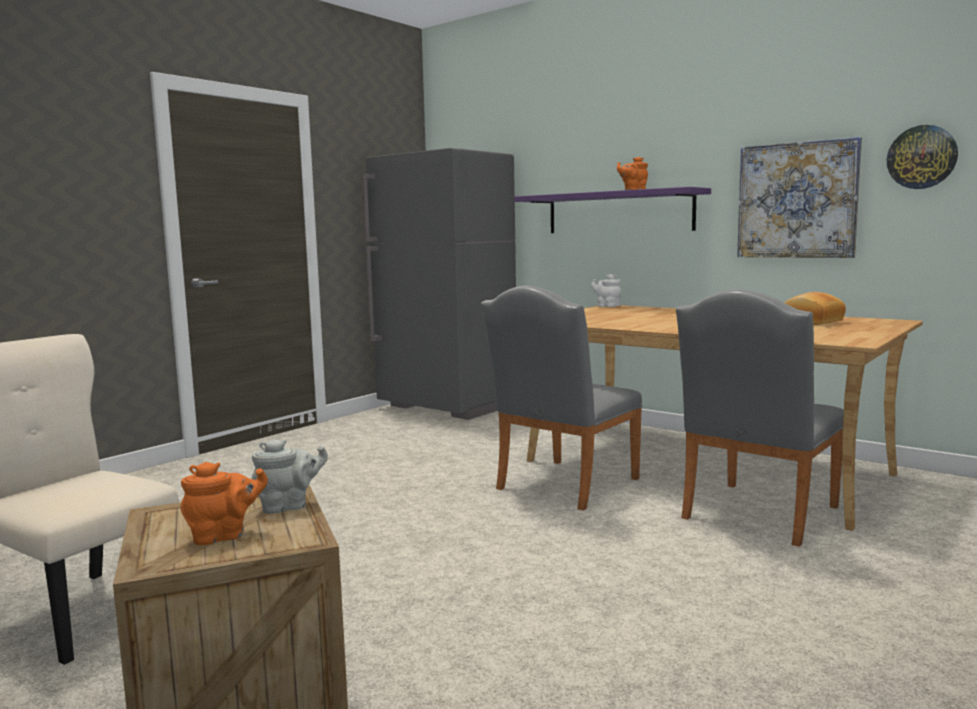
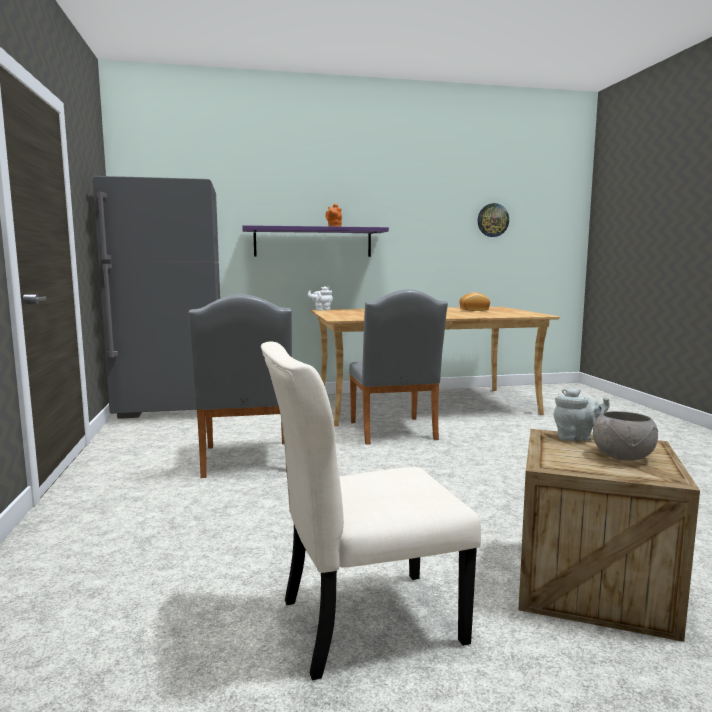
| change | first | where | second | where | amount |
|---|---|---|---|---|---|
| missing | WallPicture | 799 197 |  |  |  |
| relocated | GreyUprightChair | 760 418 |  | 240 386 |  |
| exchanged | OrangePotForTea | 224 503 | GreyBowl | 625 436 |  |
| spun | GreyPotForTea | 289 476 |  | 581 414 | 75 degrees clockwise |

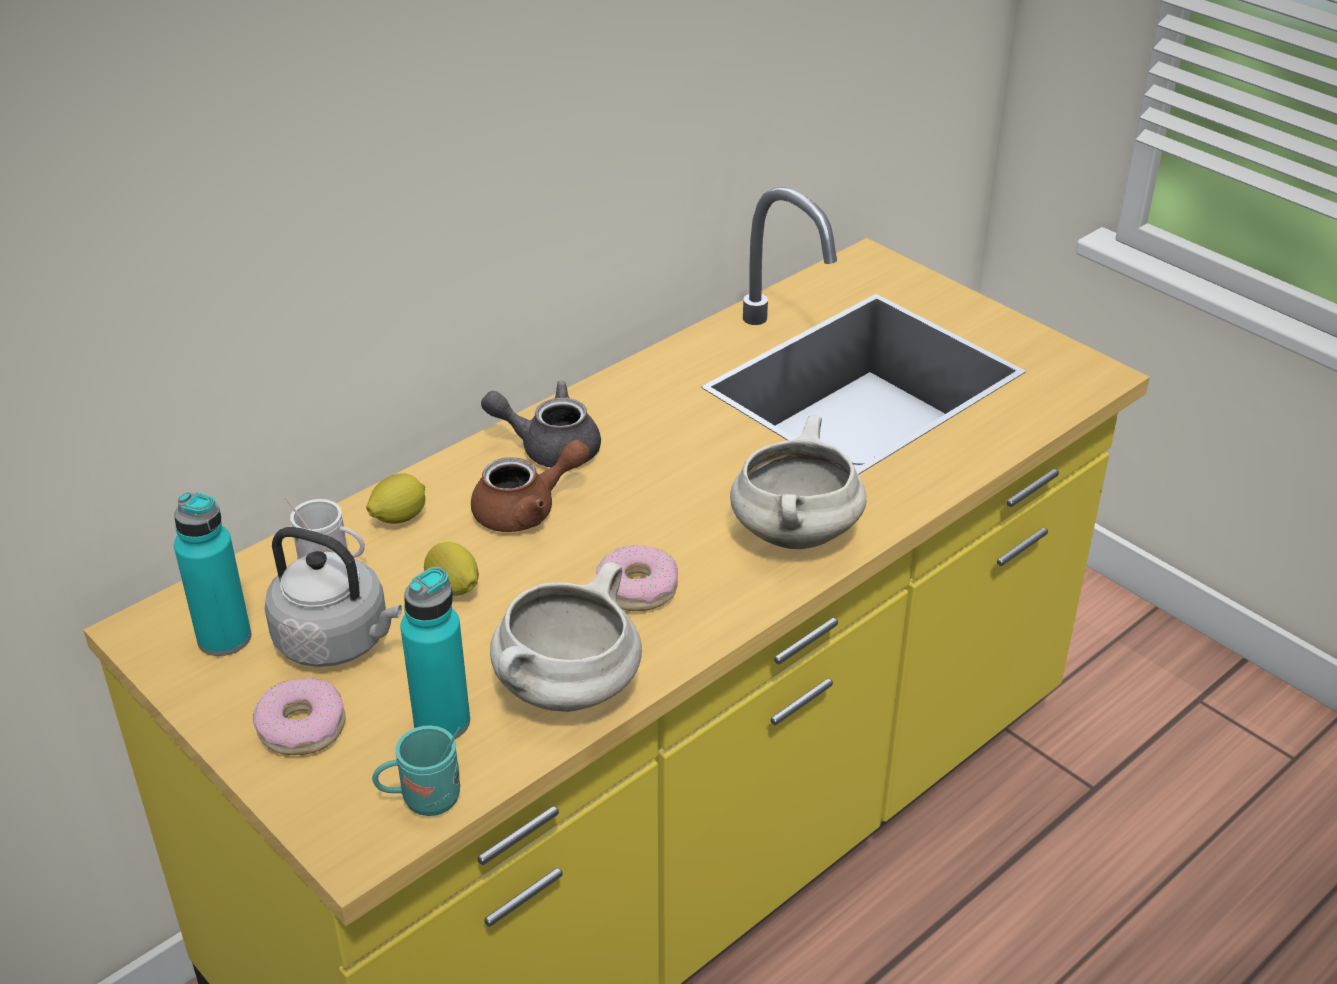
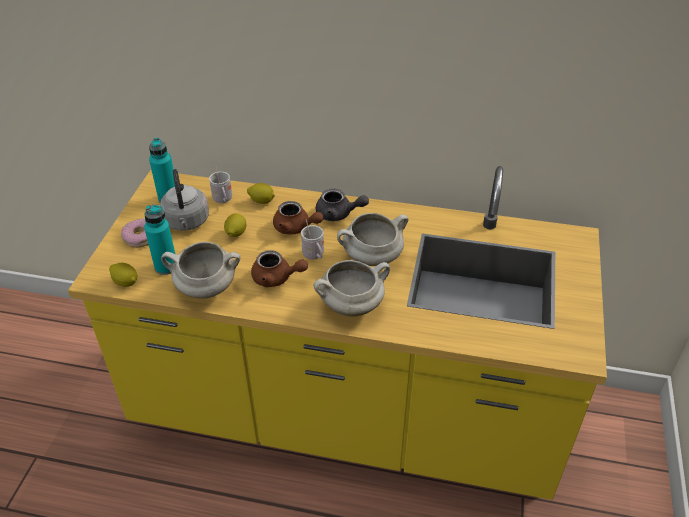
| change | first | where | second | where | amount |
|---|---|---|---|---|---|
| appeared |  |  | WhiteColouredCoffeeMug | 312 239 |  |
| appeared |  |  | WhiteColouredSaucepot | 372 239 |  |
| exchanged | TurquoiseColouredCoffeeMug | 416 770 | CitrusFruit | 123 275 |  |
| exchanged | RingDoughnut | 637 578 | BrownColouredPotForTea | 279 268 |  |
| spun | GreyPotForTea | 541 424 |  | 342 204 | 135 degrees clockwise |

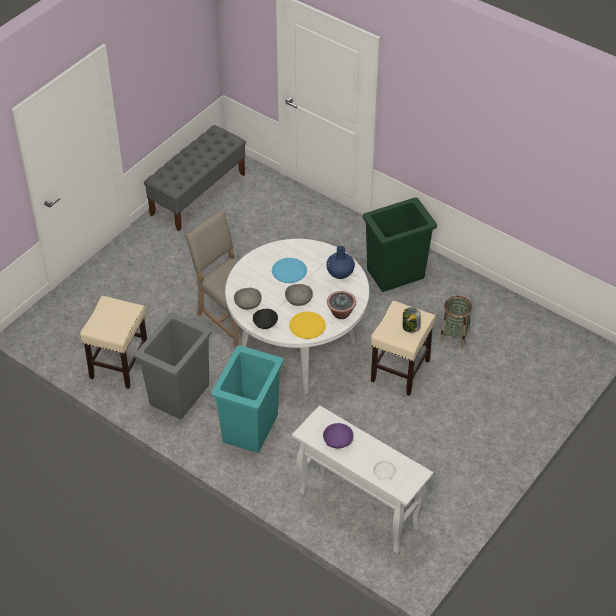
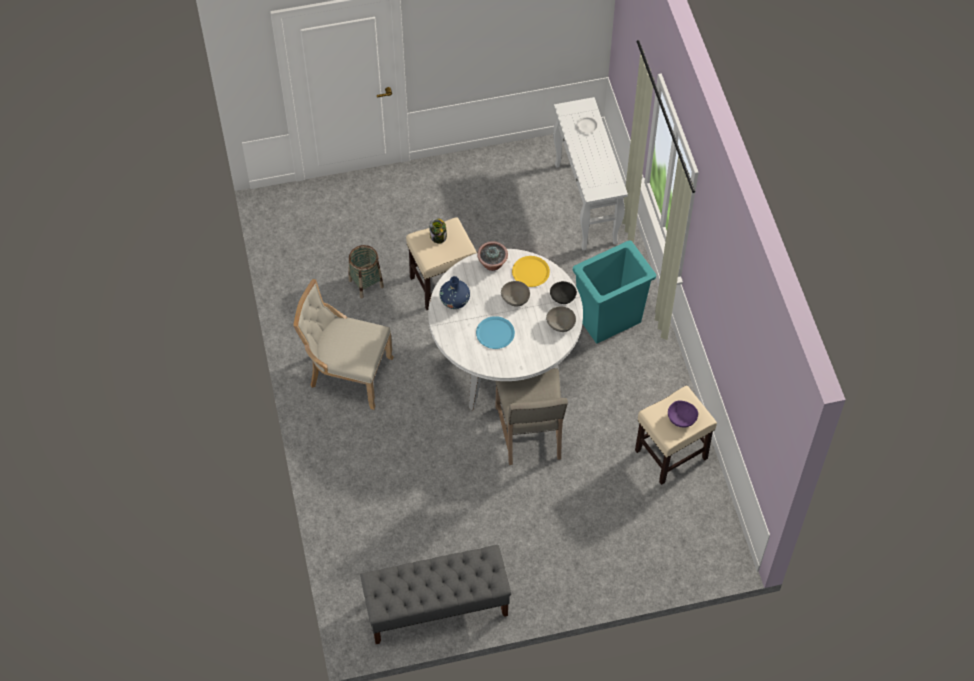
| change | first | where | second | where | amount |
|---|---|---|---|---|---|
| missing | GreyWasteBin | 173 366 |  |  |  |
| relocated | PurplishBowl | 338 435 |  | 683 413 |  |
| exchanged | GreenishWasteBin | 400 244 | SandColouredUprightChair | 343 344 |  |

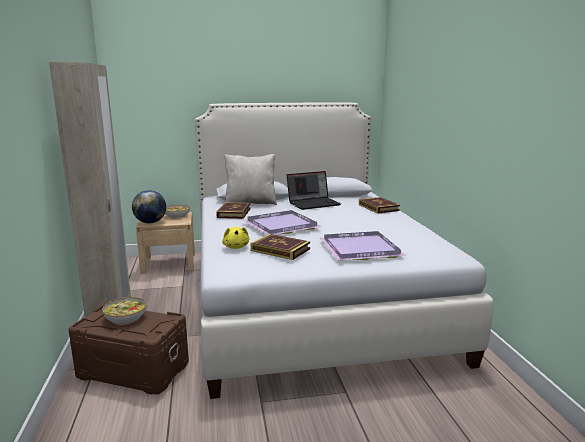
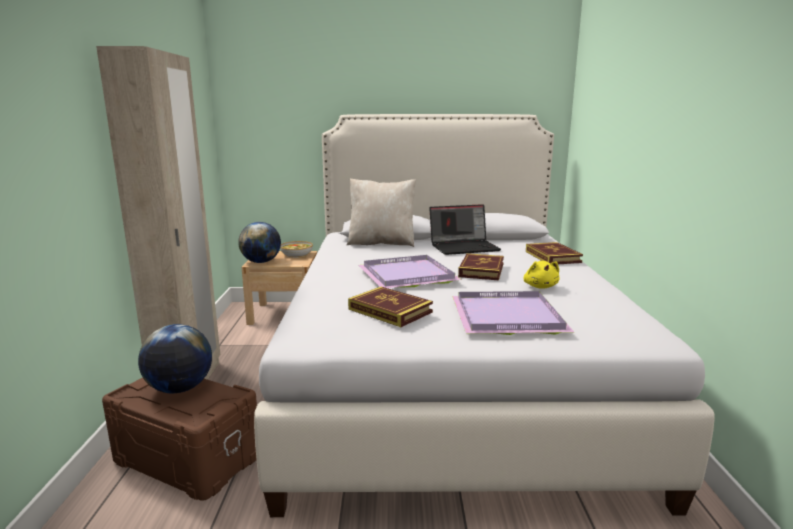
| change | first | where | second | where | amount |
|---|---|---|---|---|---|
| relocated | BoundBook | 233 210 |  | 481 266 |  |
| relocated | YellowColouredCuddlyToy | 235 238 |  | 541 275 |  |
| exchanged | Bowl | 124 311 | DeskGlobe | 175 358 |  |

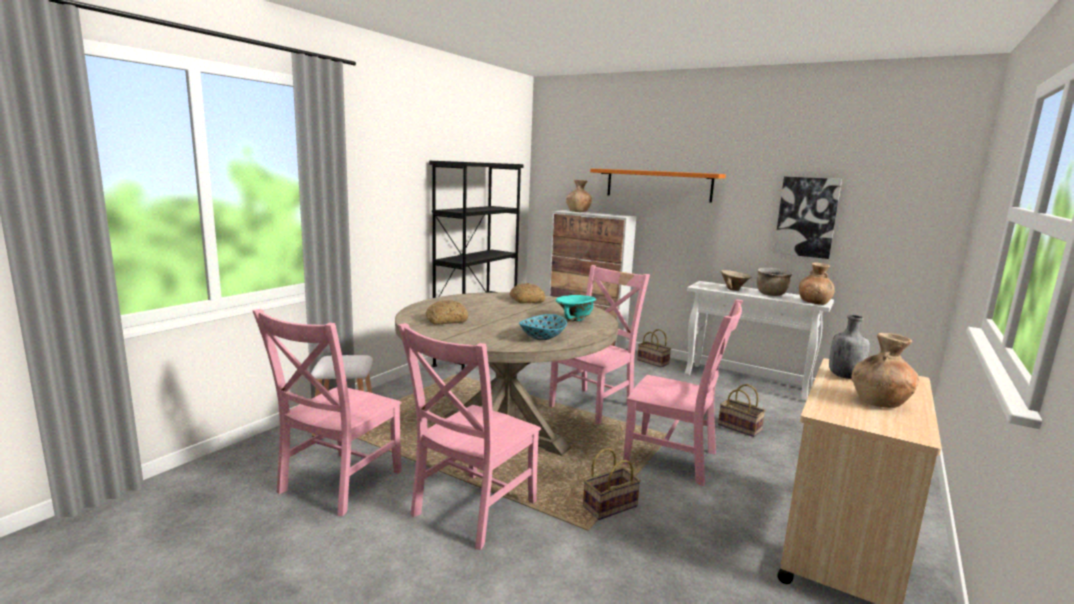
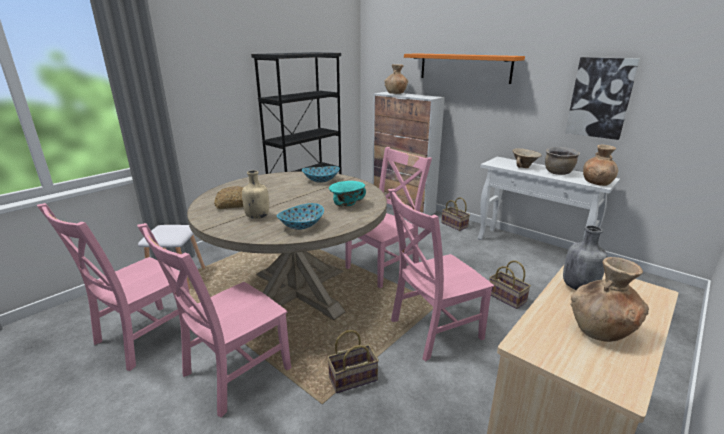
| change | first | where | second | where | amount |
|---|---|---|---|---|---|
| appeared |  |  | SandColouredDrinkBottle | 255 194 |  |
| exchanged | BakedBread | 527 293 | Bowl | 321 174 |  |
| spun | PinkUprightChair | 683 392 |  | 441 275 | 120 degrees clockwise |

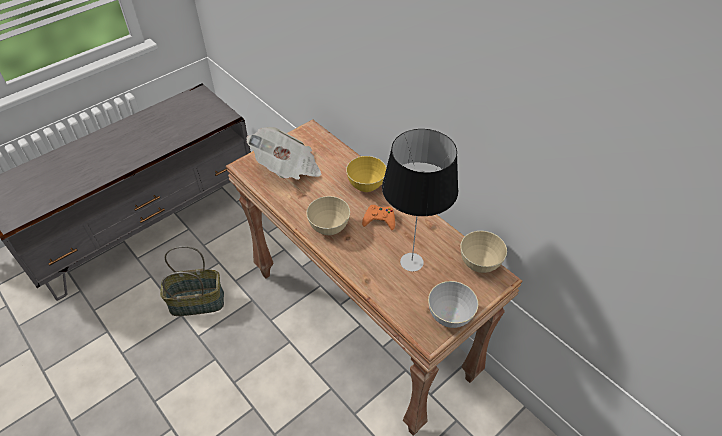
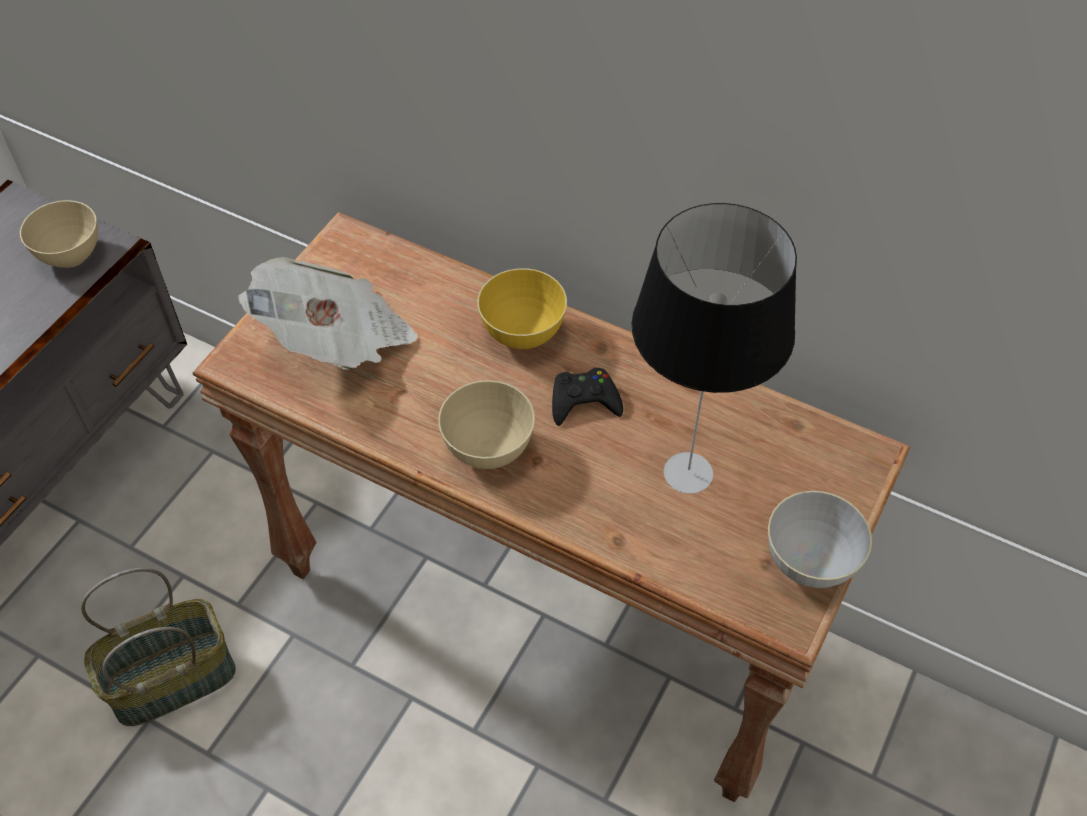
| change | first | where | second | where | amount |
|---|---|---|---|---|---|
| relocated | SandColouredBowl | 484 252 |  | 59 234 |  |
| colour | OrangeGamepad | 378 217 | BlackishGamepad | 587 397 |  |

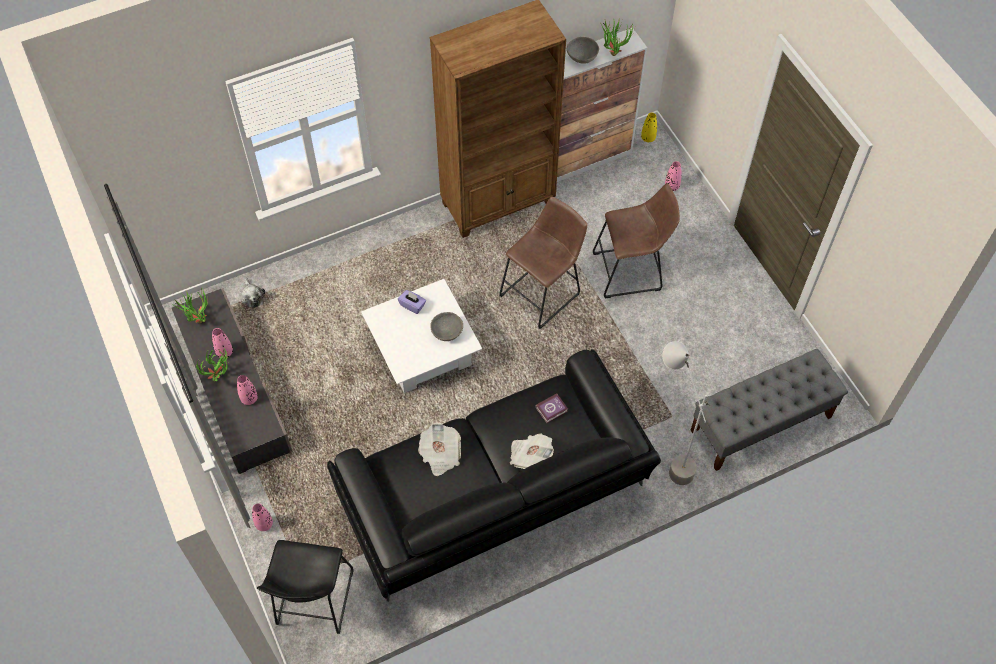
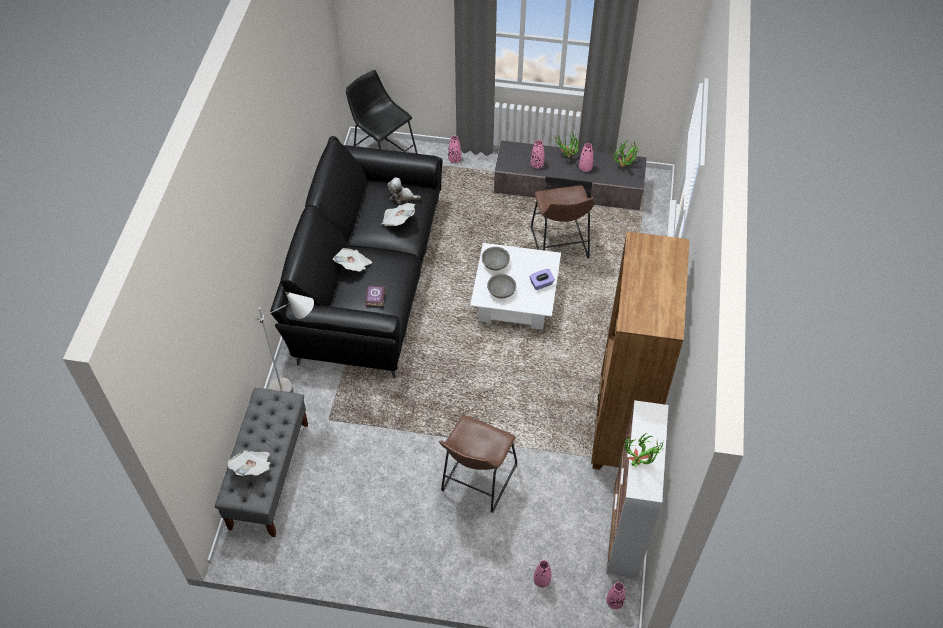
| change | first | where | second | where | amount |
|---|---|---|---|---|---|
| appeared |  |  | DailyPaper | 249 463 |  |
| relocated | CuddlyToy | 253 293 |  | 404 190 |  |
| relocated | BrownColouredSittingStool | 543 263 |  | 563 221 |  |
| relocated | GreyBowl | 583 50 |  | 496 259 |  |
| colour | YellowColouredVase | 649 127 | PinkVase | 616 595 |  |

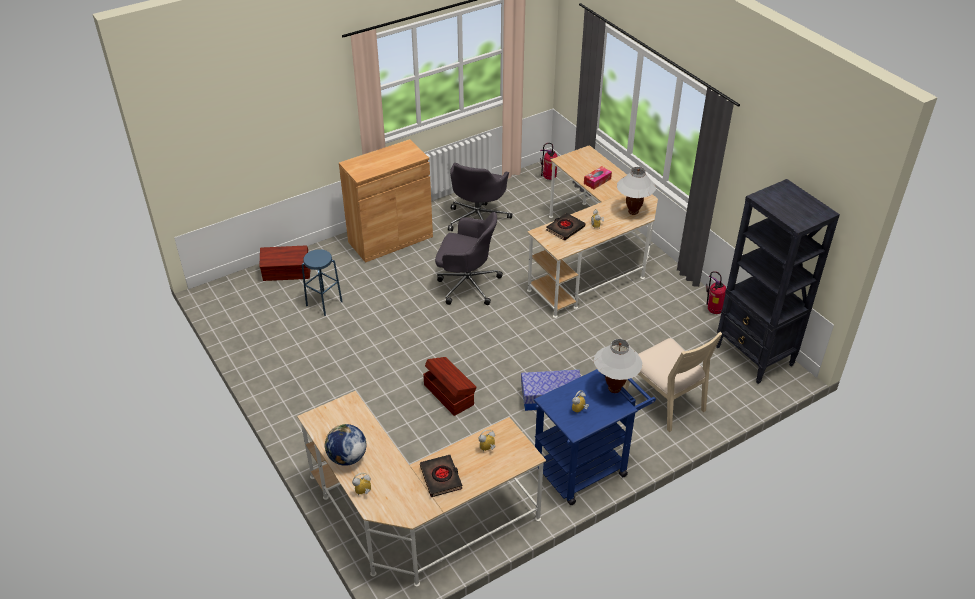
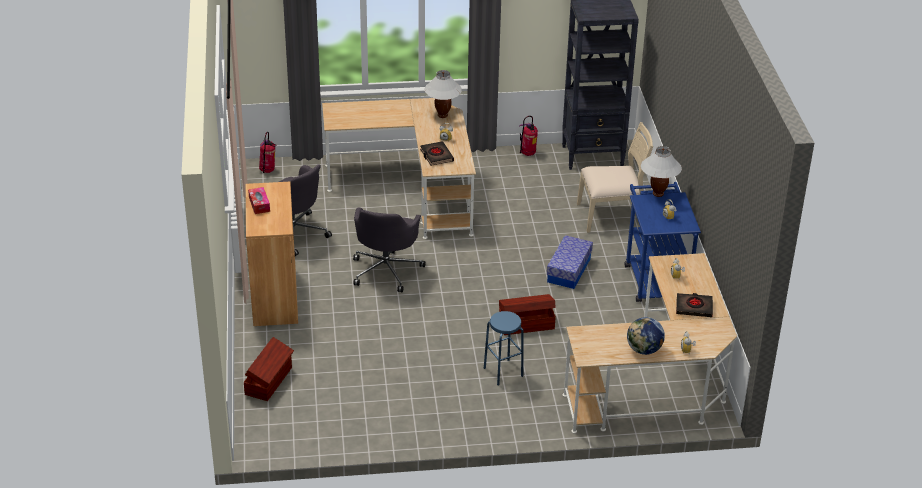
| change | first | where | second | where | amount |
|---|---|---|---|---|---|
| relocated | BlueColouredSittingStool | 322 282 |  | 504 348 |  |
| relocated | BoxOfTissues | 598 177 |  | 259 200 |  |
| spun | GreyComputerChair | 469 258 |  | 389 249 | 150 degrees clockwise |

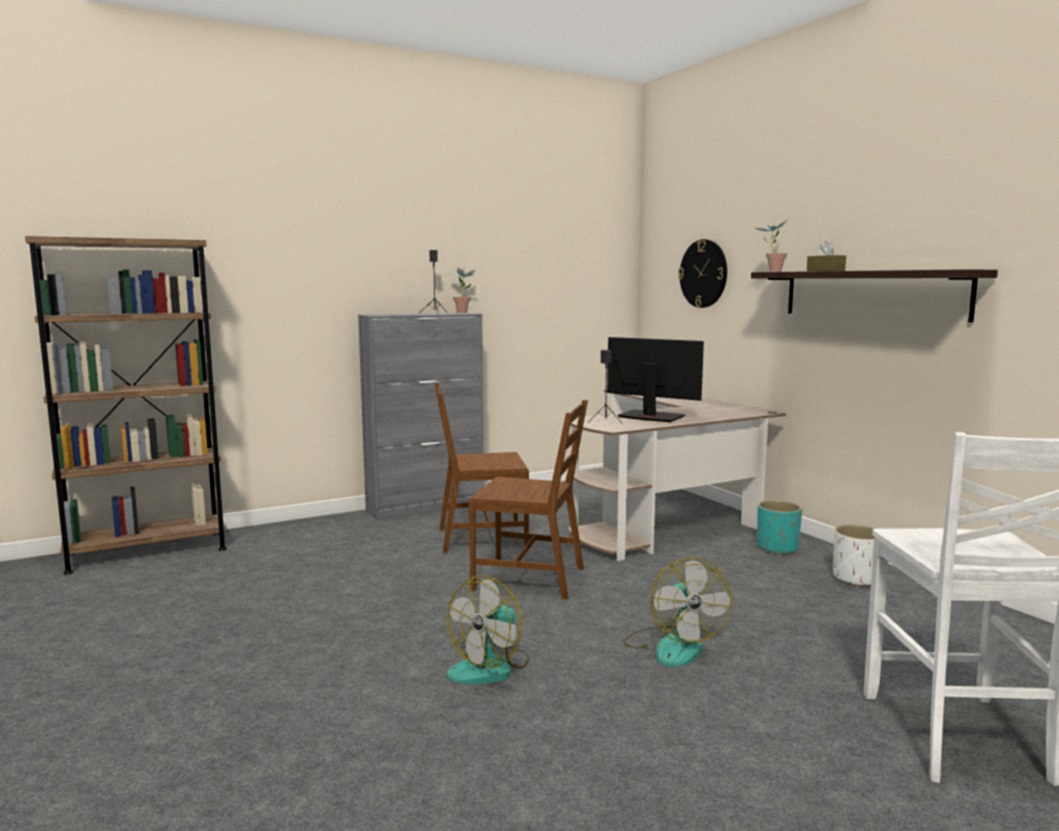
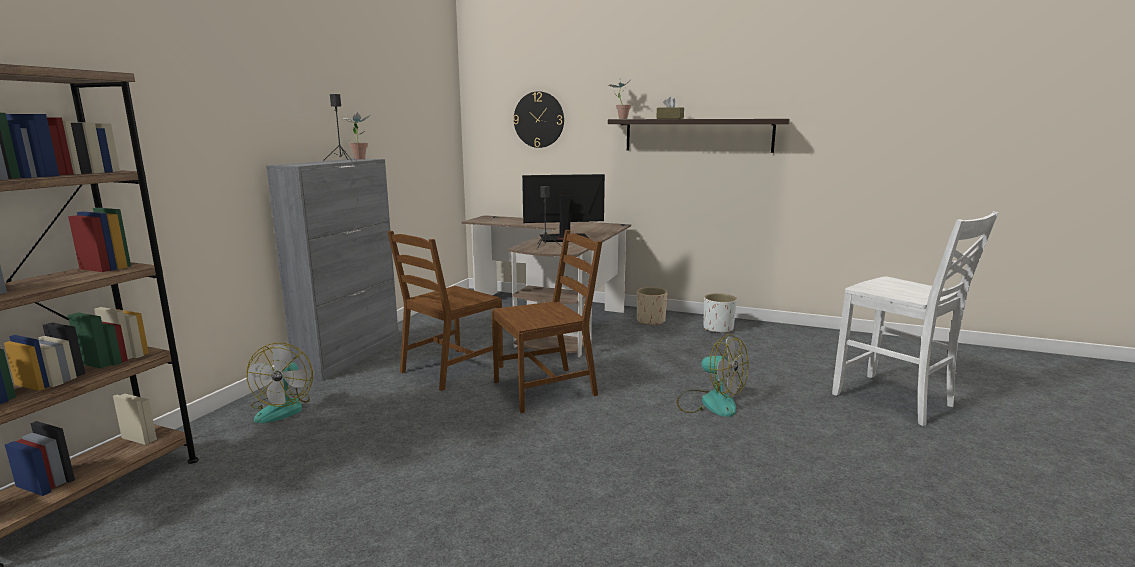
| change | first | where | second | where | amount |
|---|---|---|---|---|---|
| relocated | ElectricFan | 488 629 |  | 280 383 |  |
| colour | TurquoiseColouredPlantPot | 779 527 | SandColouredPlantPot | 652 306 |  |

